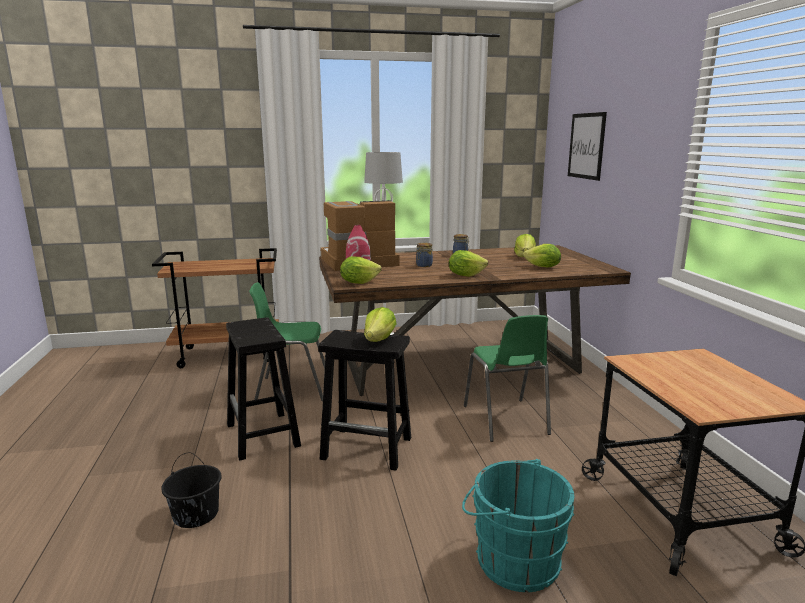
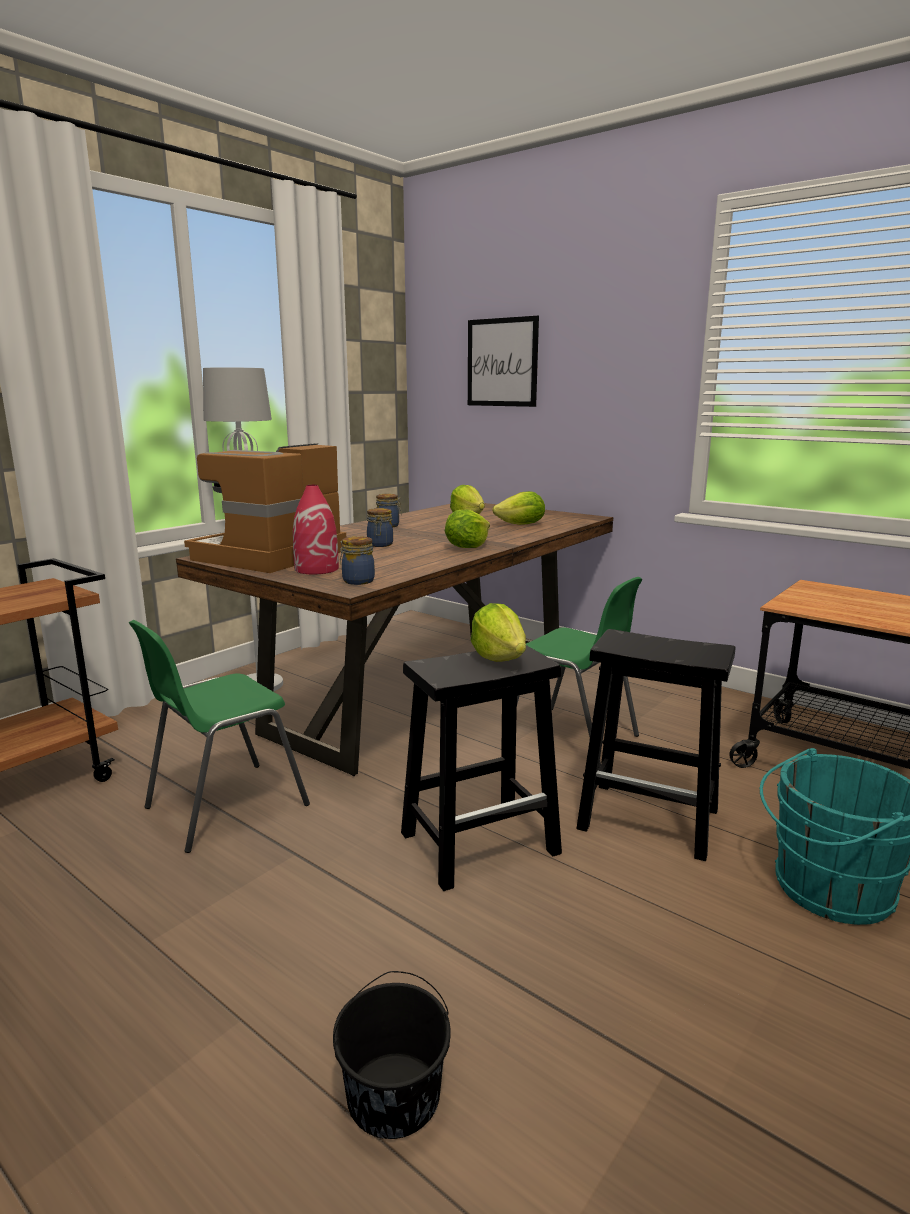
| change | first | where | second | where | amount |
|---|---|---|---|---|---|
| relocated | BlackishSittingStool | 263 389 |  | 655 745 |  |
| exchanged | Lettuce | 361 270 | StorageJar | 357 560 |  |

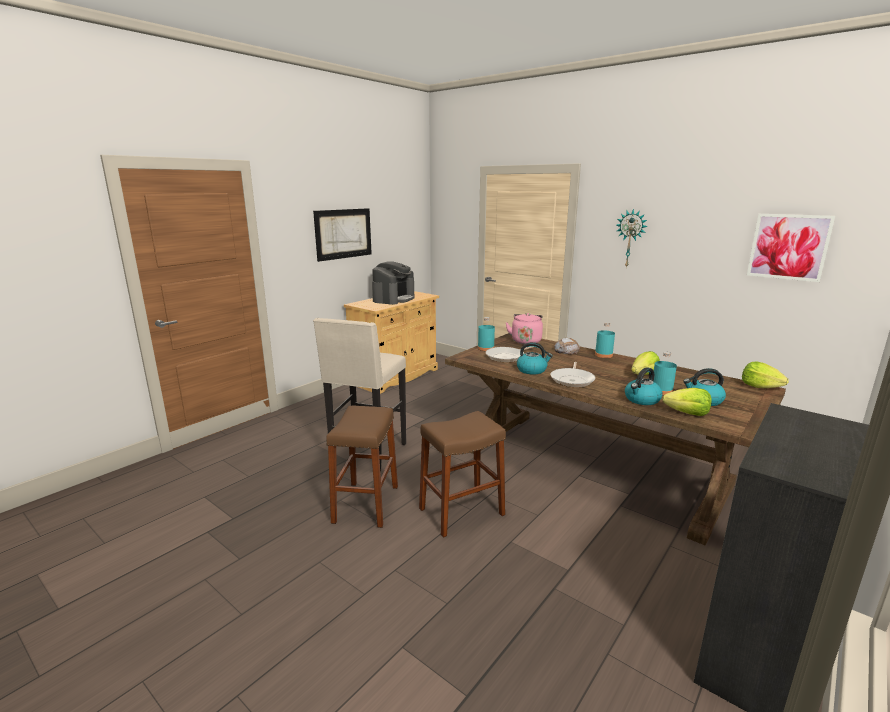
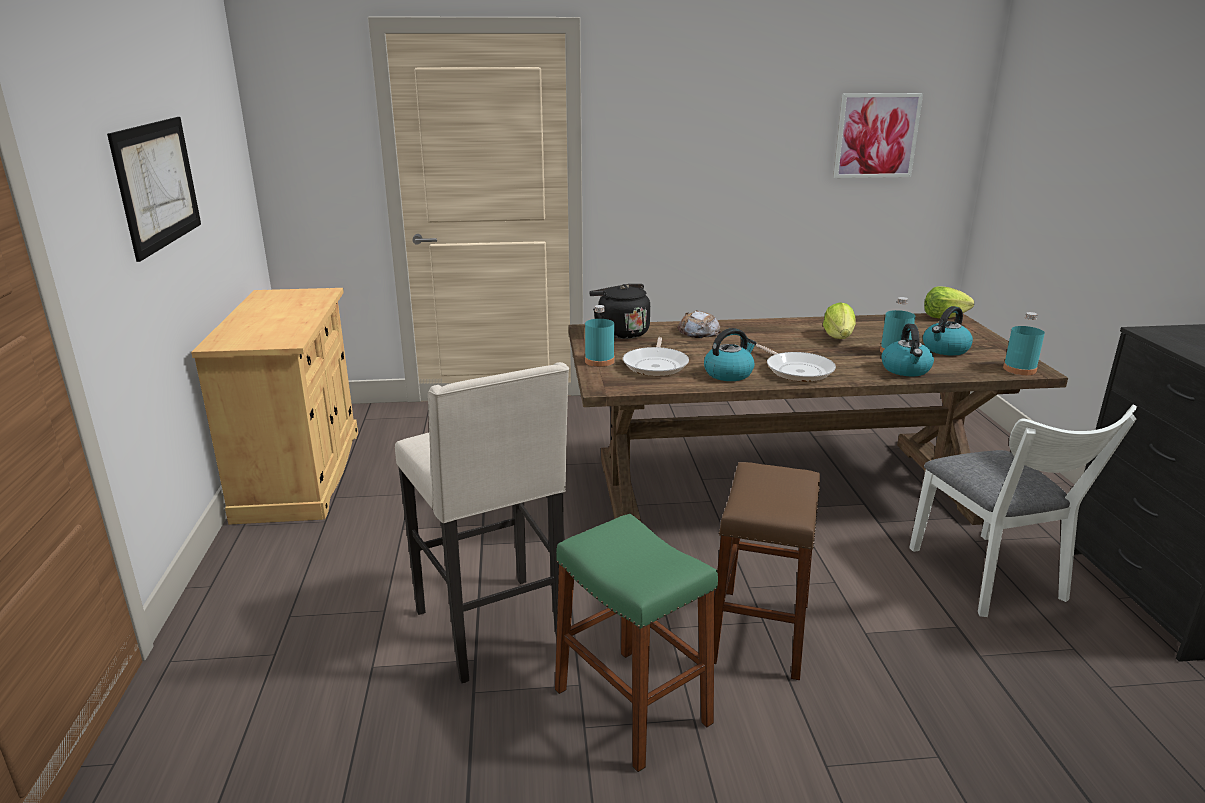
| change | first | where | second | where | amount |
|---|---|---|---|---|---|
| missing | CoffeeMaker | 393 283 |  |  |  |
| missing | HangingClock | 632 238 |  |  |  |
| missing | Lettuce | 687 402 |  |  |  |
| appeared |  |  | WhiteColouredUprightChair | 1023 510 |  |
| relocated | TurquoiseColouredDrinkBottle | 605 340 |  | 1024 343 |  |
| colour | BrownColouredSittingStool | 362 467 | GreenishSittingStool | 636 643 |  |
| colour | PinkWaterKettle | 524 328 | BlackishWaterKettle | 619 311 |  |

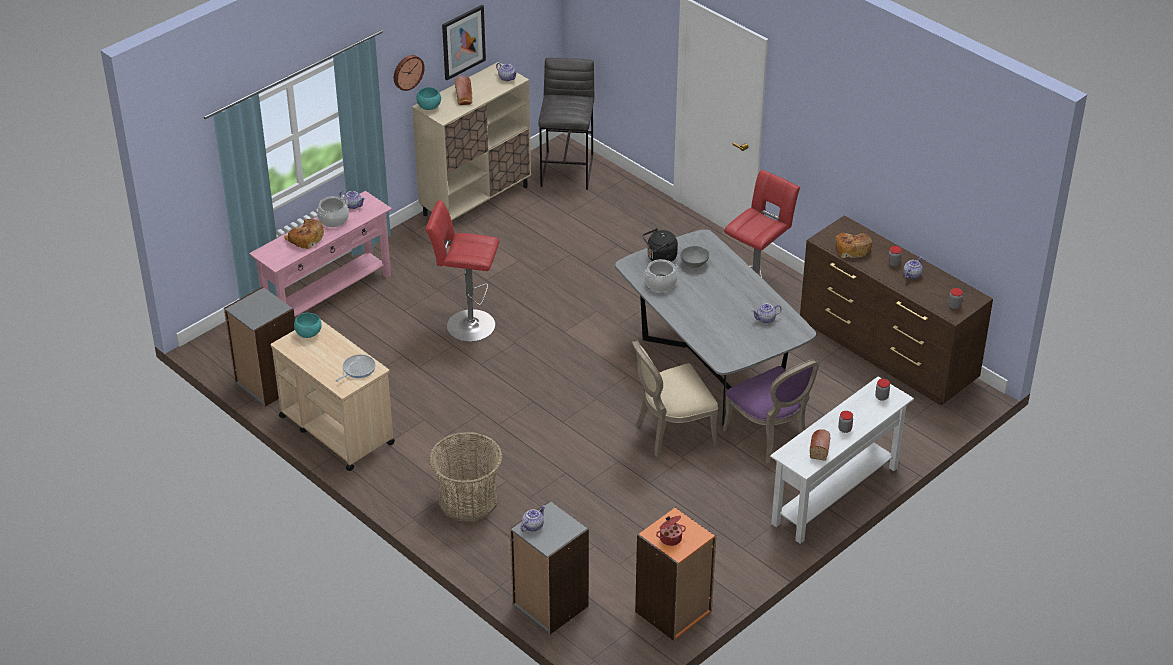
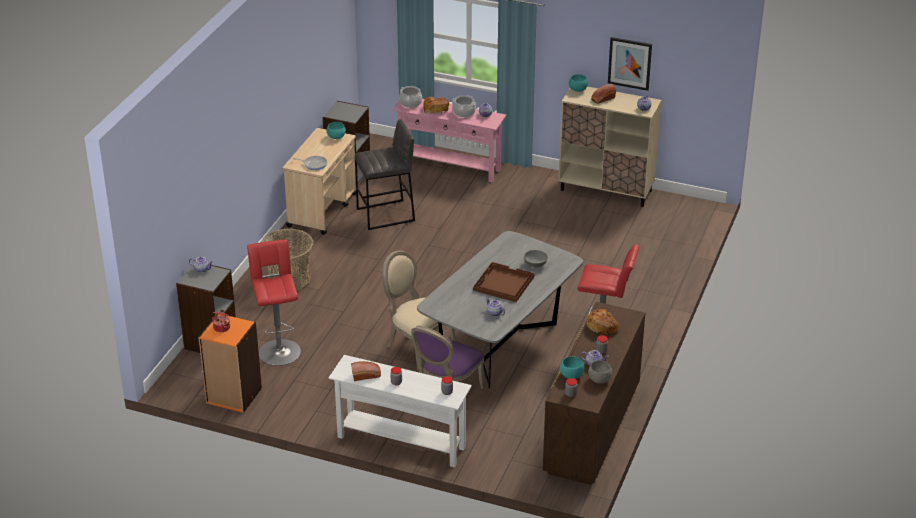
| change | first | where | second | where | amount |
|---|---|---|---|---|---|
| missing | HangingClock | 409 73 |  |  |  |
| missing | BlackishWaterKettle | 660 245 |  |  |  |
| appeared |  |  | BrownColouredTray | 504 282 |  |
| appeared |  |  | TurquoiseColouredBowl | 572 368 |  |
| appeared |  |  | GreyBowl | 600 372 |  |
| relocated | ReddishSittingStool | 462 271 |  | 274 302 |  |
| relocated | GreySittingStool | 566 124 |  | 385 174 |  |
| relocated | Saucepot | 661 275 |  | 410 97 |  |

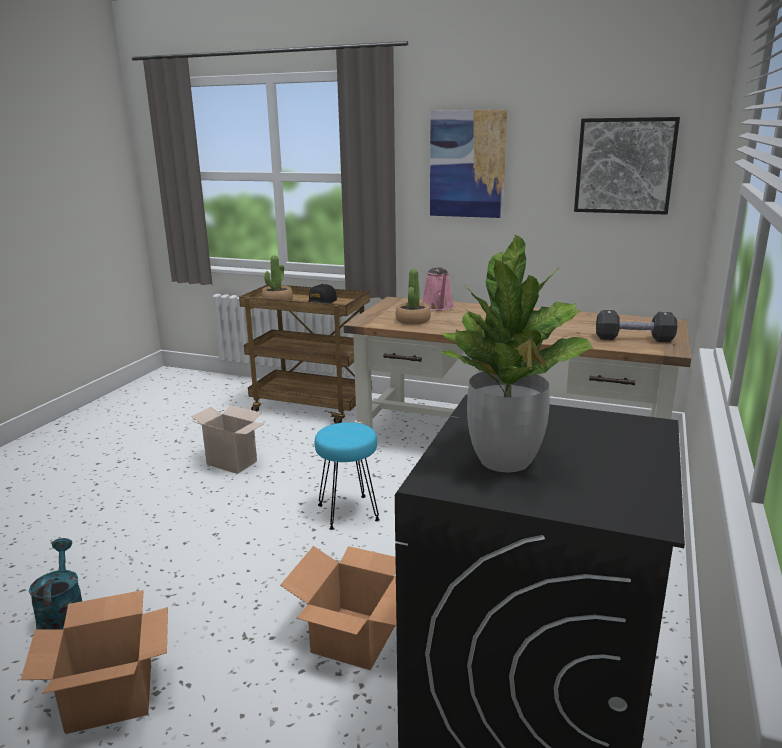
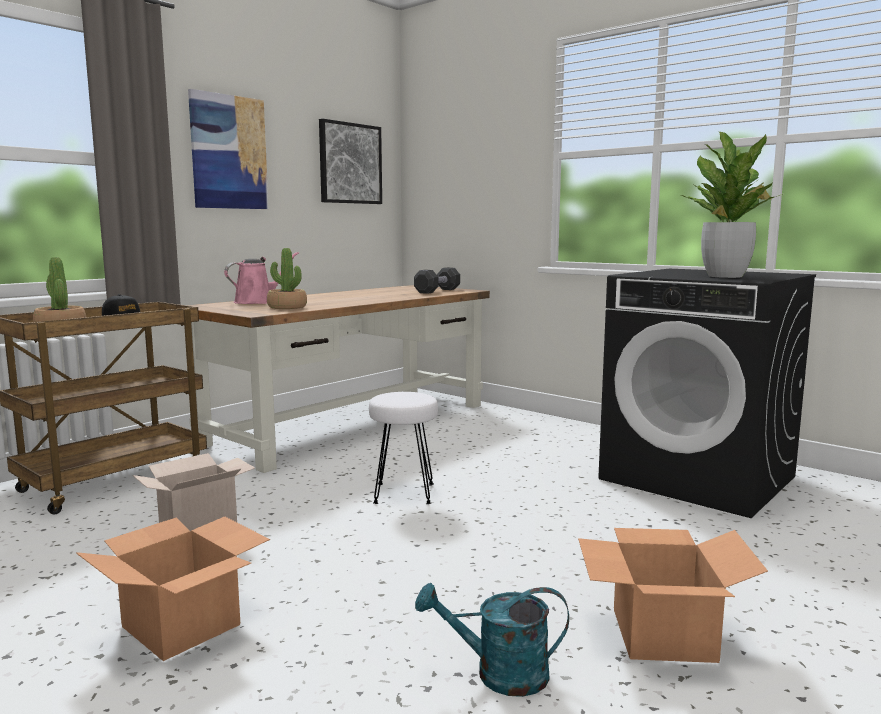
| change | first | where | second | where | amount |
|---|---|---|---|---|---|
| relocated | PackingBox | 338 608 |  | 173 589 |  |
| colour | TurquoiseColouredSittingStool | 347 476 | WhiteColouredSittingStool | 403 448 |  |
| spun | PinkSprinklingCan | 438 288 |  | 261 278 | 60 degrees counterclockwise |

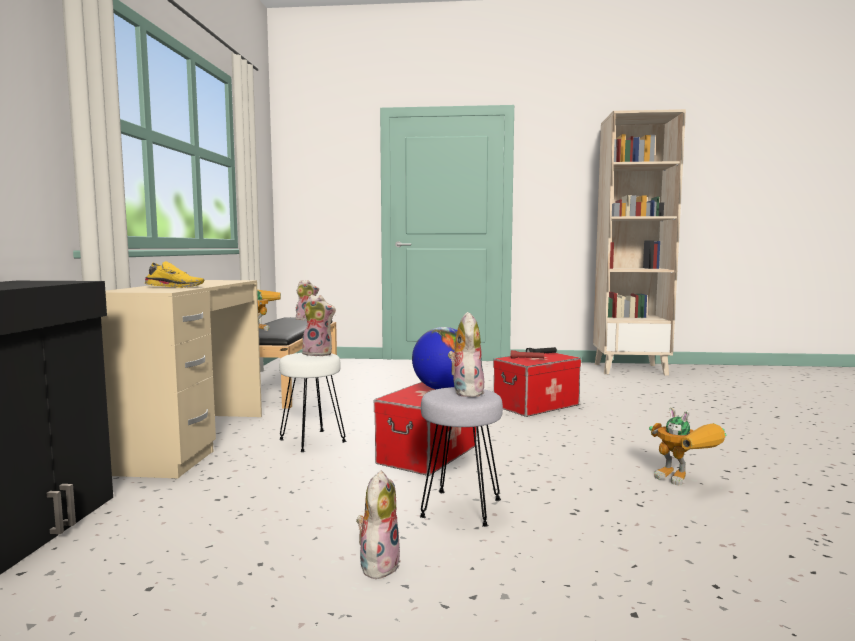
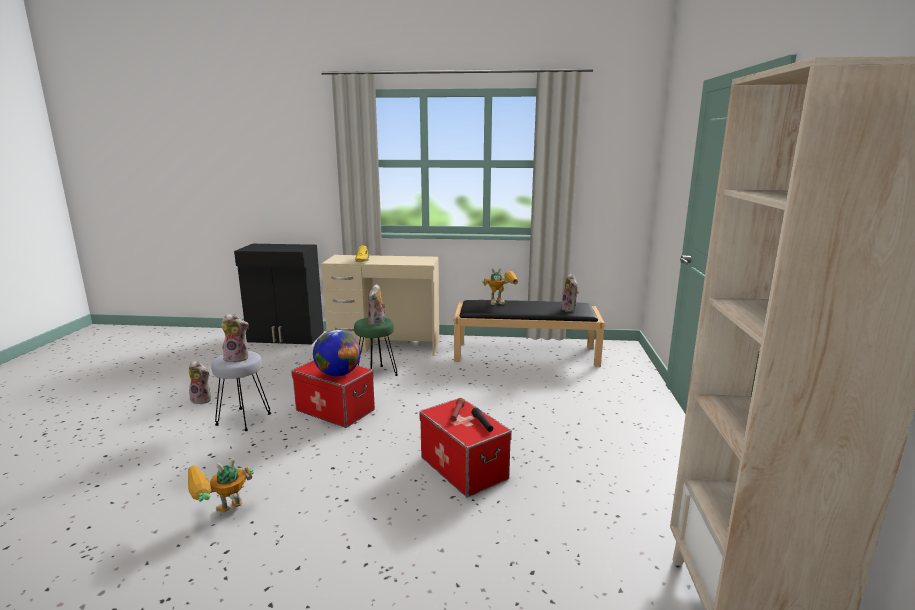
| change | first | where | second | where | amount |
|---|---|---|---|---|---|
| colour | WhiteColouredSittingStool | 312 402 | GreenishSittingStool | 376 347 |  |

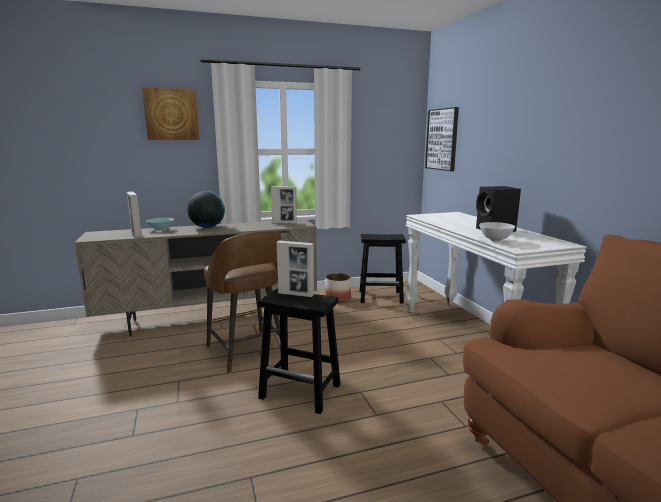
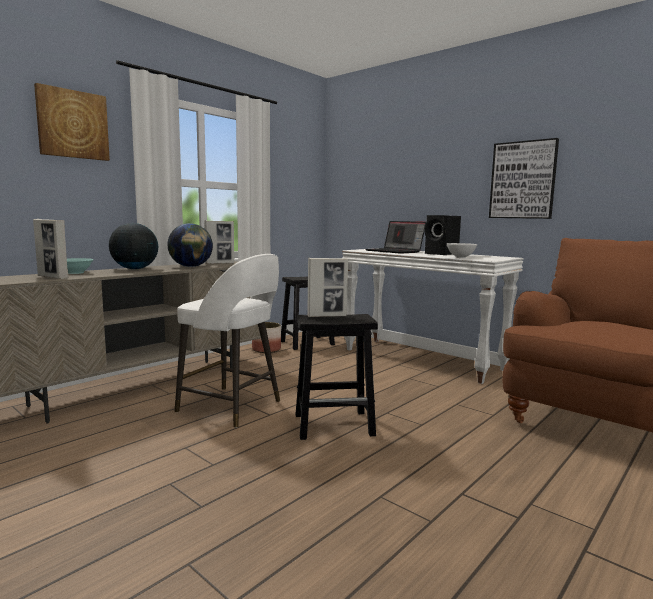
| change | first | where | second | where | amount |
|---|---|---|---|---|---|
| appeared |  |  | DeskGlobe | 190 245 |  |
| appeared |  |  | PortableComputer | 396 237 |  |
| relocated | WallPicture | 442 139 |  | 524 178 |  |
| colour | BrownColouredSittingStool | 242 302 | WhiteColouredSittingStool | 227 341 |  |

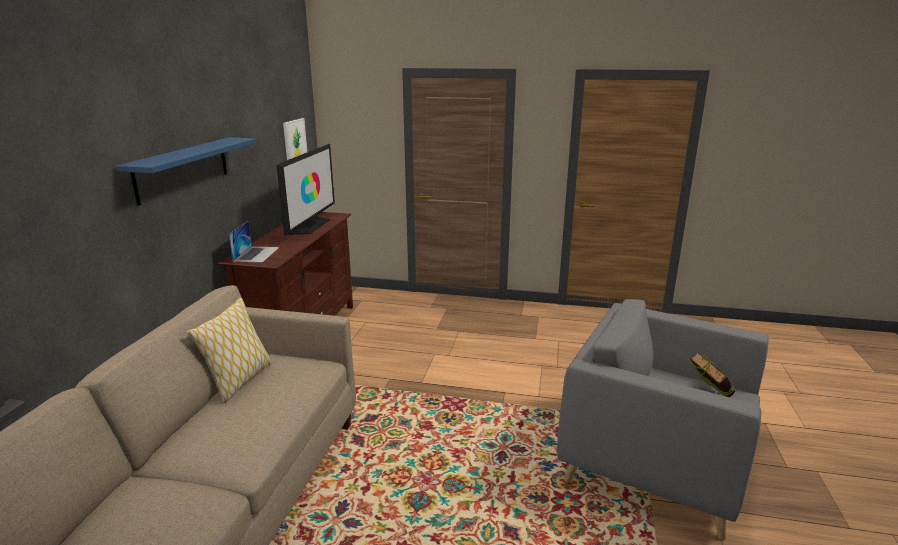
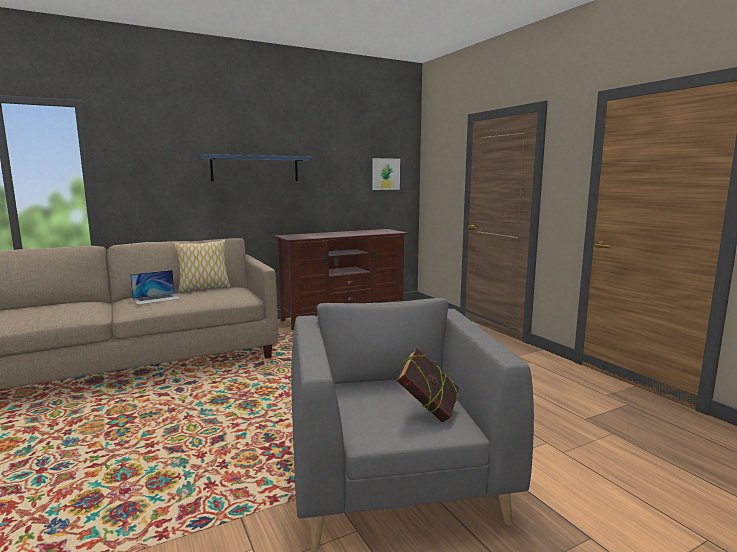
| change | first | where | second | where | amount |
|---|---|---|---|---|---|
| missing | Television | 305 190 |  |  |  |
| relocated | PortableComputer | 254 242 |  | 155 287 |  |

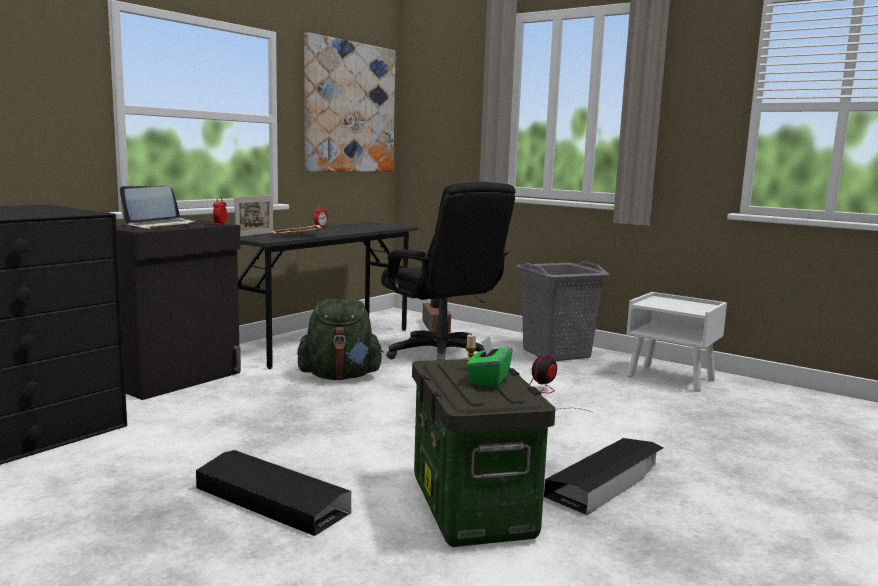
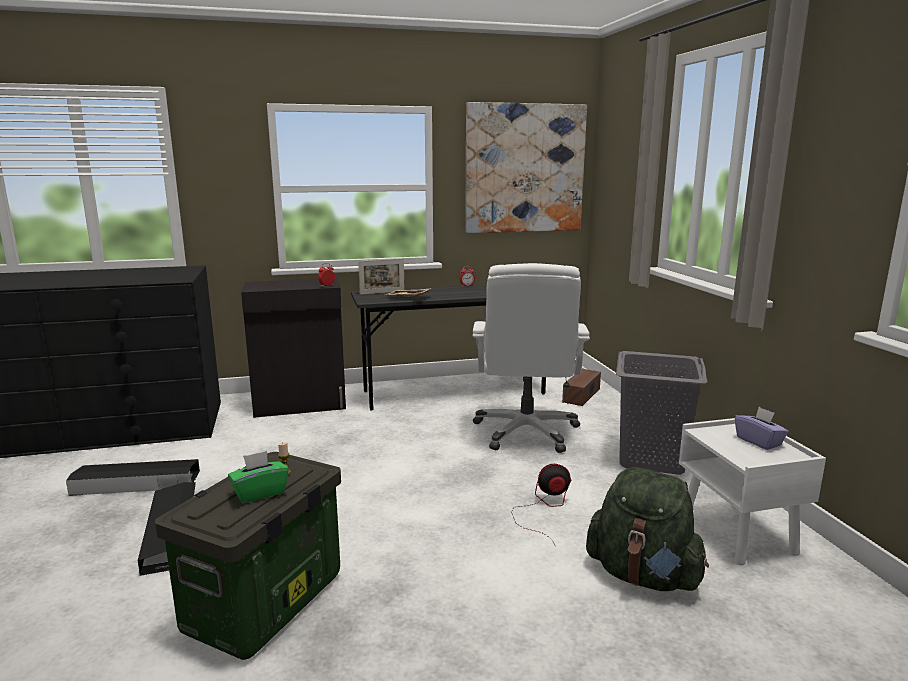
| change | first | where | second | where | amount |
|---|---|---|---|---|---|
| missing | PortableComputer | 158 207 |  |  |  |
| appeared |  |  | PurplishBoxOfTissues | 762 428 |  |
| relocated | GreenishRucksack | 340 339 |  | 647 529 |  |
| relocated | BlackishStorageBin | 603 476 |  | 133 477 |  |
| colour | BlackishComputerChair | 448 271 | WhiteColouredComputerChair | 531 358 |  |

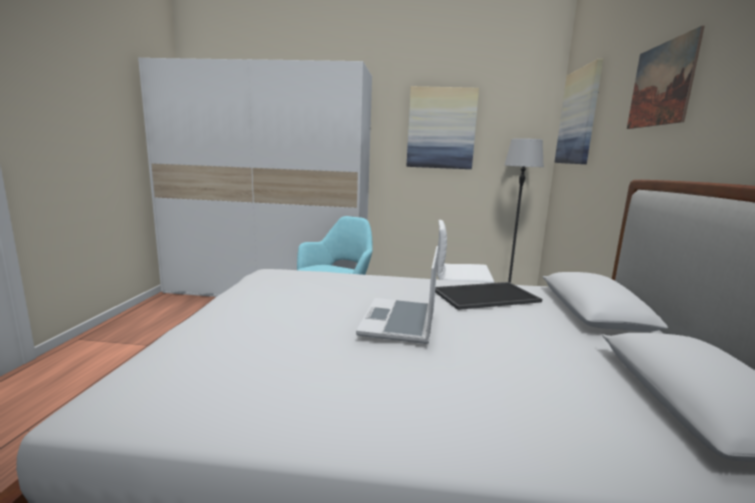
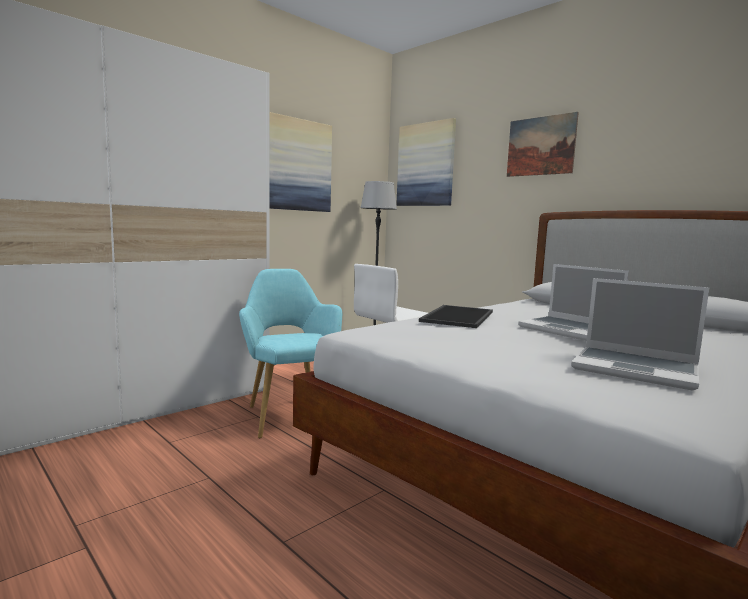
| change | first | where | second | where | amount |
|---|---|---|---|---|---|
| appeared |  |  | PortableComputer | 640 334 |  |
| relocated | Tray | 488 296 |  | 456 316 |  |

